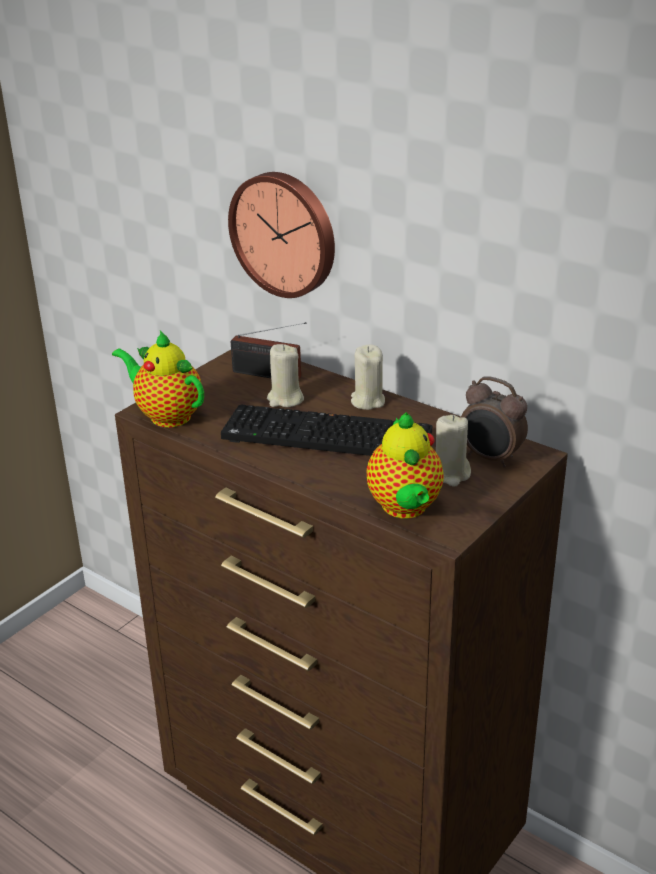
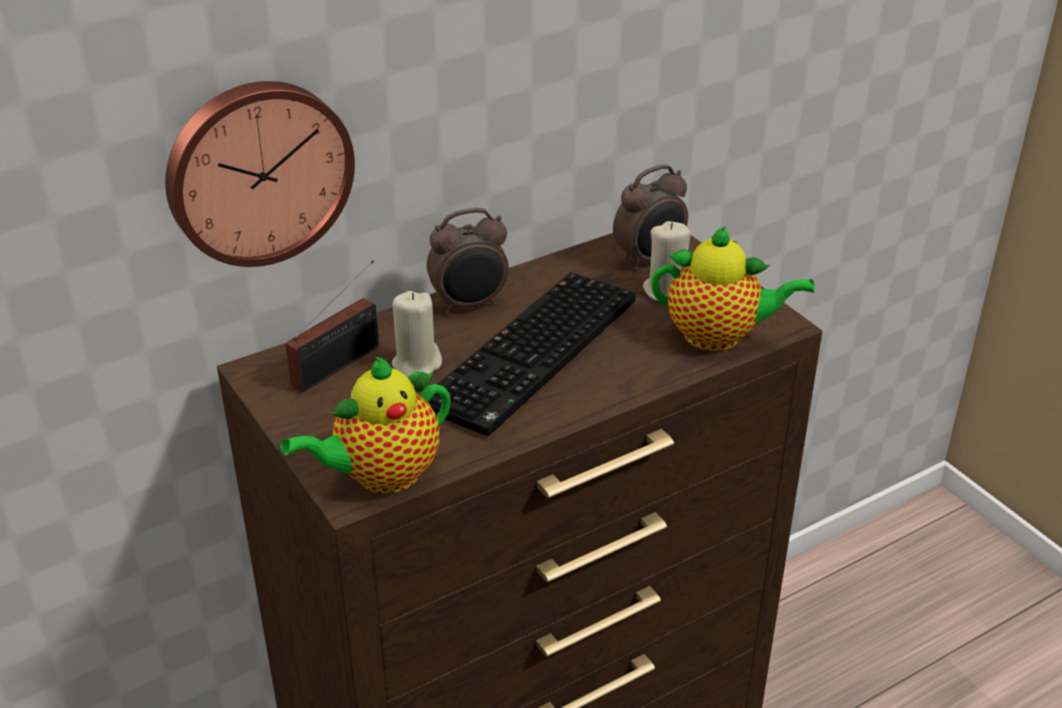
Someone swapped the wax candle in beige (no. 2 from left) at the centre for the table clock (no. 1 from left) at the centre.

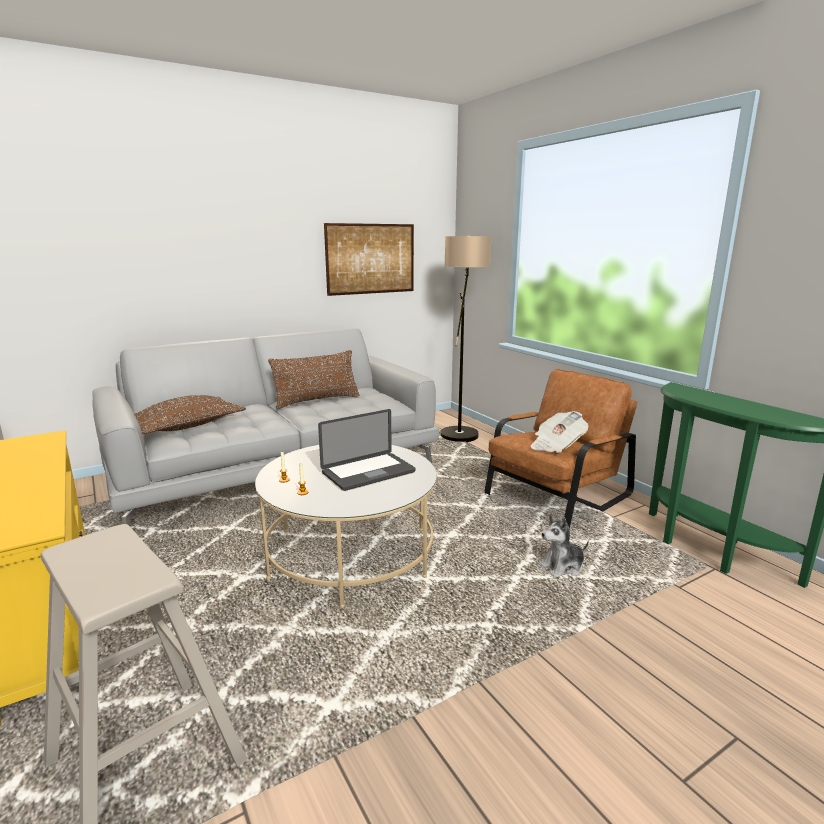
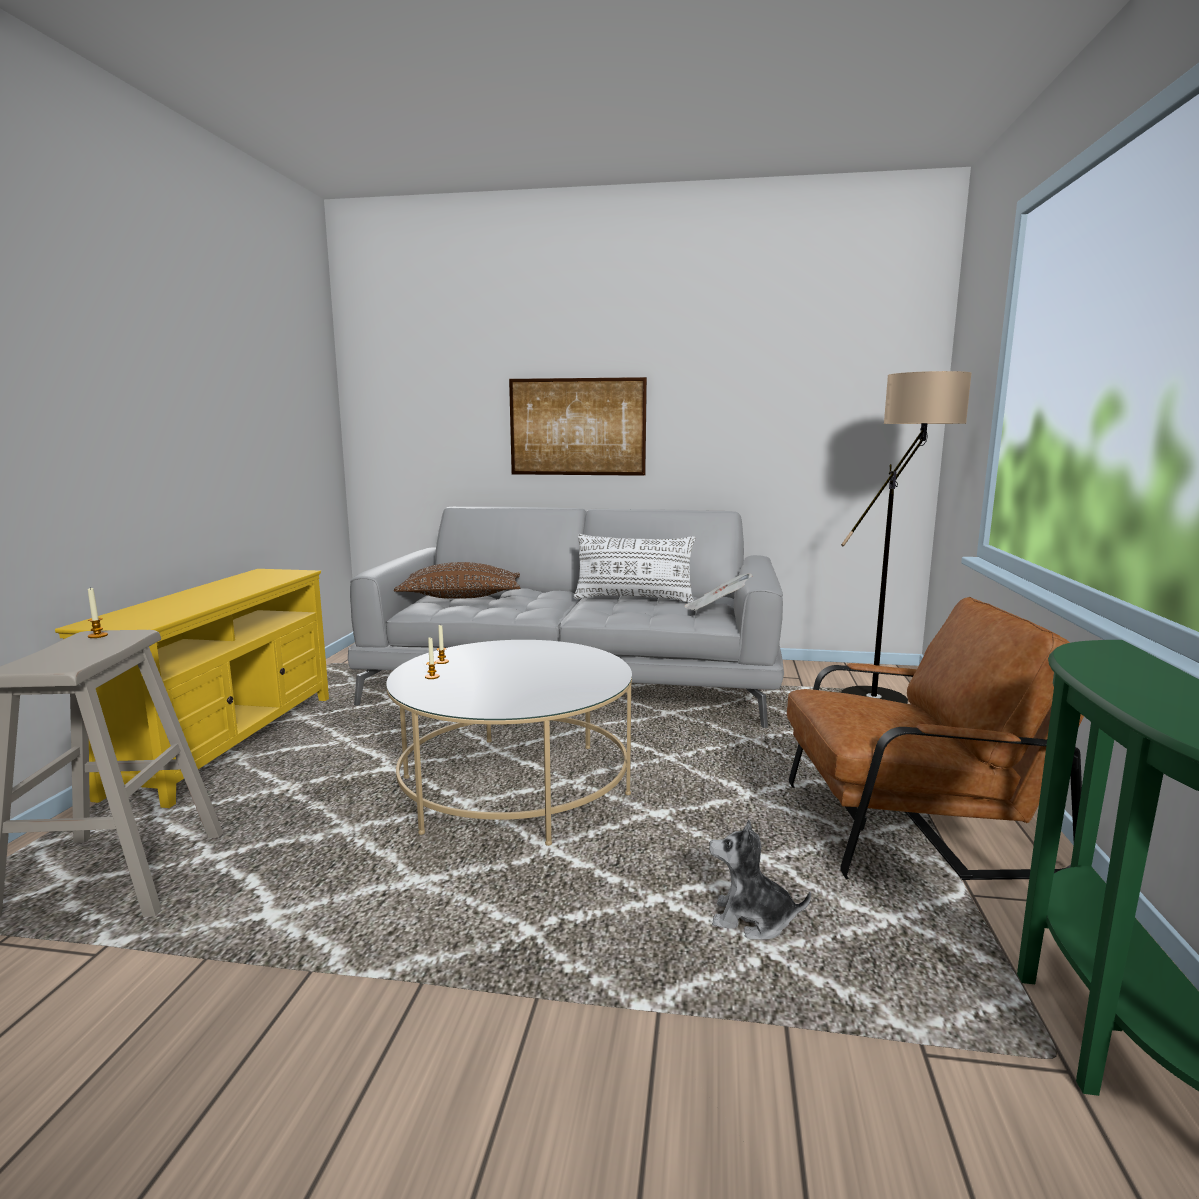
Someone took away the laptop at the centre. Someone put down the wax candle (no. 1 from left) at the middle left. Someone carried the picture from the top centre to the centre. Someone carried the newspaper from the middle right to the centre. Someone repainted the throw pillow in brown (no. 2 from left) at the centre, which became the throw pillow in white-coloured at the centre.

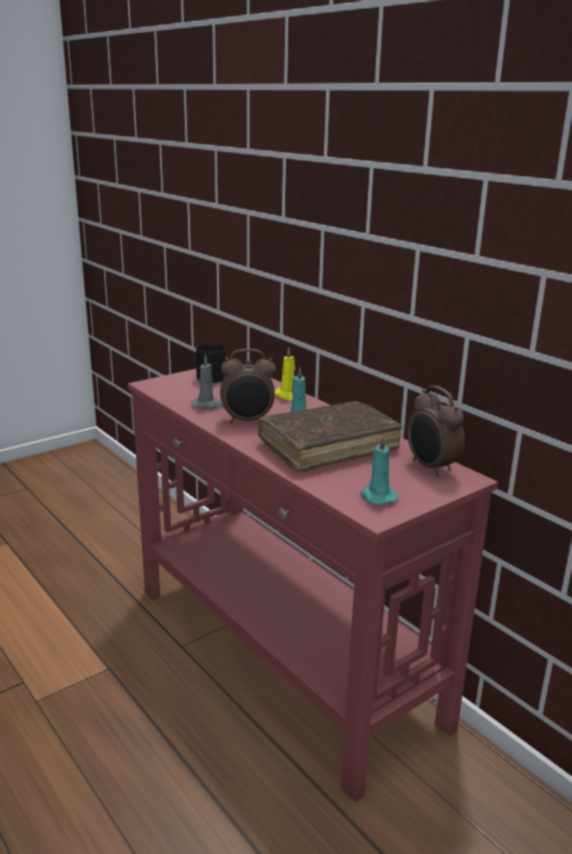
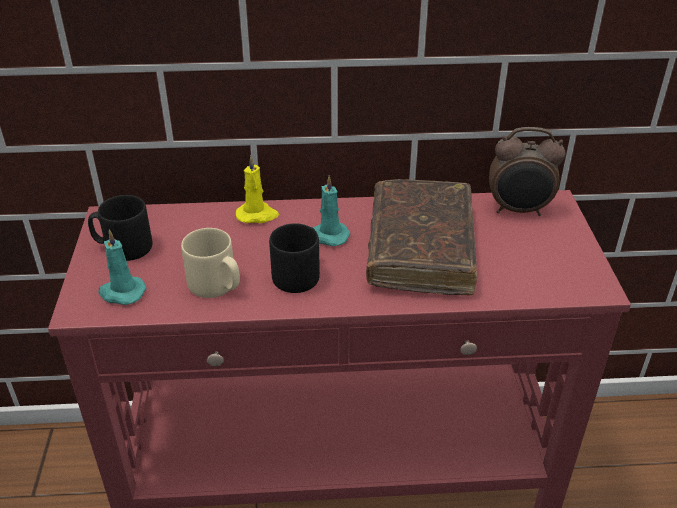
Someone carried the wax candle in blue-green (no. 2 from left in the first image) from the centre to the middle left. Someone swapped the wax candle in gray at the centre for the coffee mug in beige at the middle left. Someone swapped the table clock (no. 1 from left) at the centre for the coffee mug in blackish (no. 2 from left) at the centre.

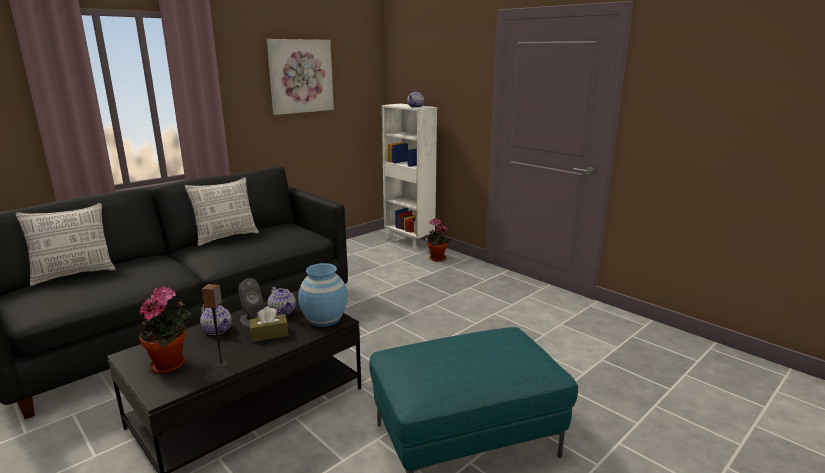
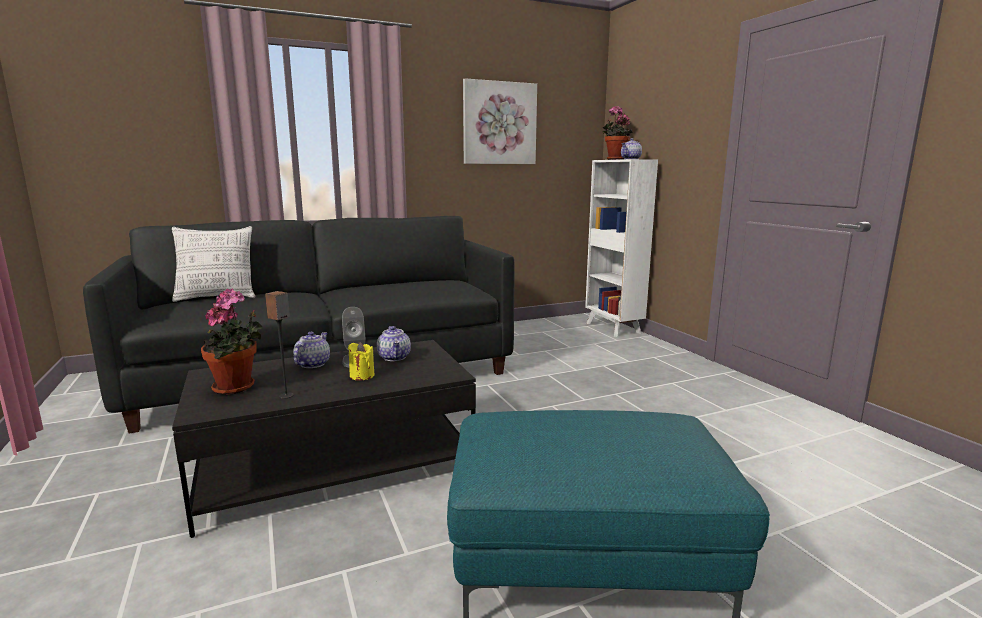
Someone took away the throw pillow (no. 2 from left) at the middle left. Someone took away the vase in blue-coloured at the centre. Someone carried the plant in a pot (no. 2 from left) from the centre to the top centre. Someone swapped the tissue holder in brown at the bottom left for the wax candle in yellowish at the centre. Someone rotated the pot for tea (no. 1 from left) at the bottom left by 135 degrees counterclockwise.

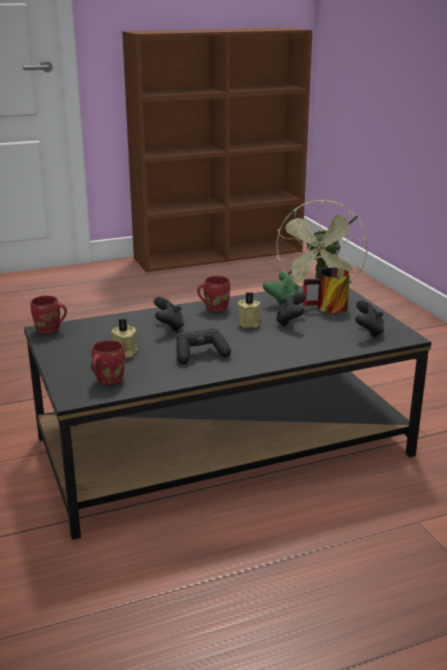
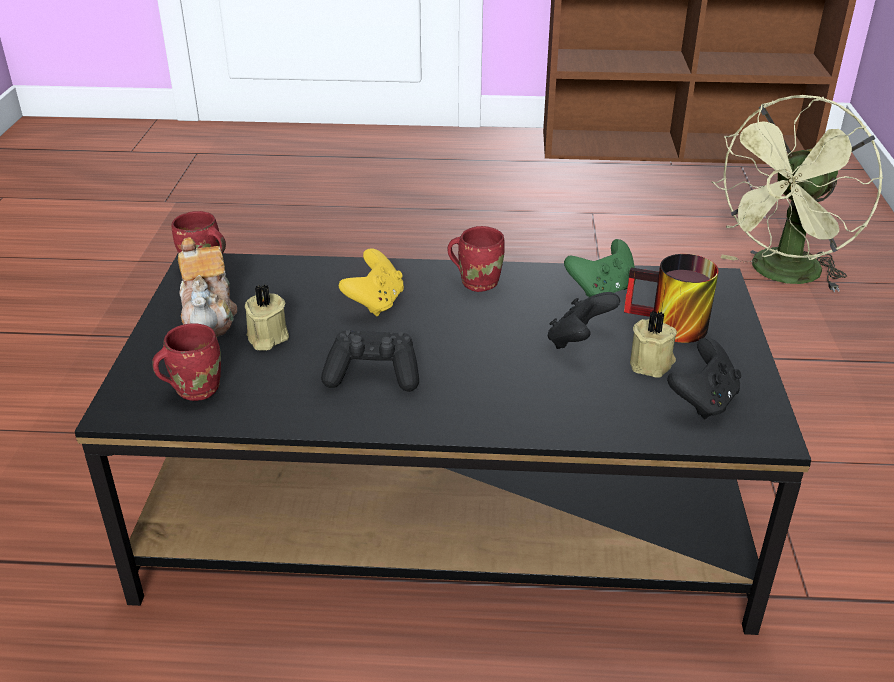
Someone put down the pot for tea at the middle left. Someone carried the wax candle in beige (no. 2 from left) from the centre to the middle right. Someone repainted the joypad in blackish (no. 1 from left) at the centre, which became the joypad in yellowish at the centre.

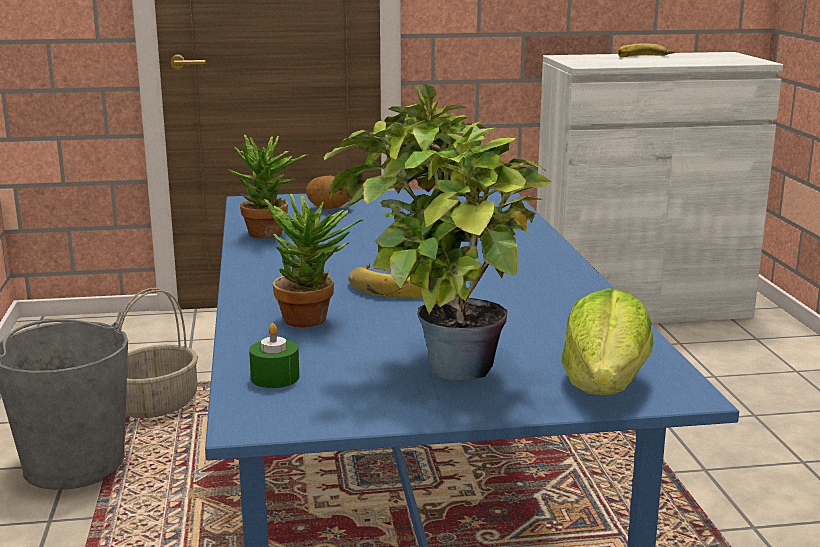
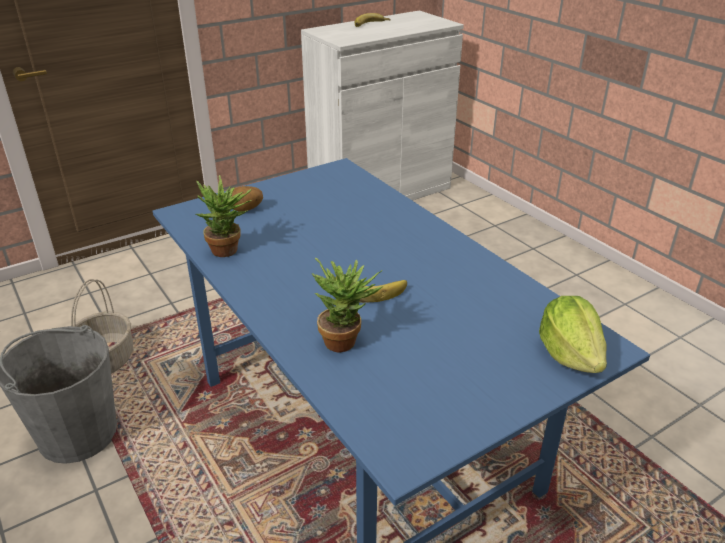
Someone took away the wax candle in green-coloured at the centre. Someone took away the plant in a pot (no. 3 from left) at the centre.

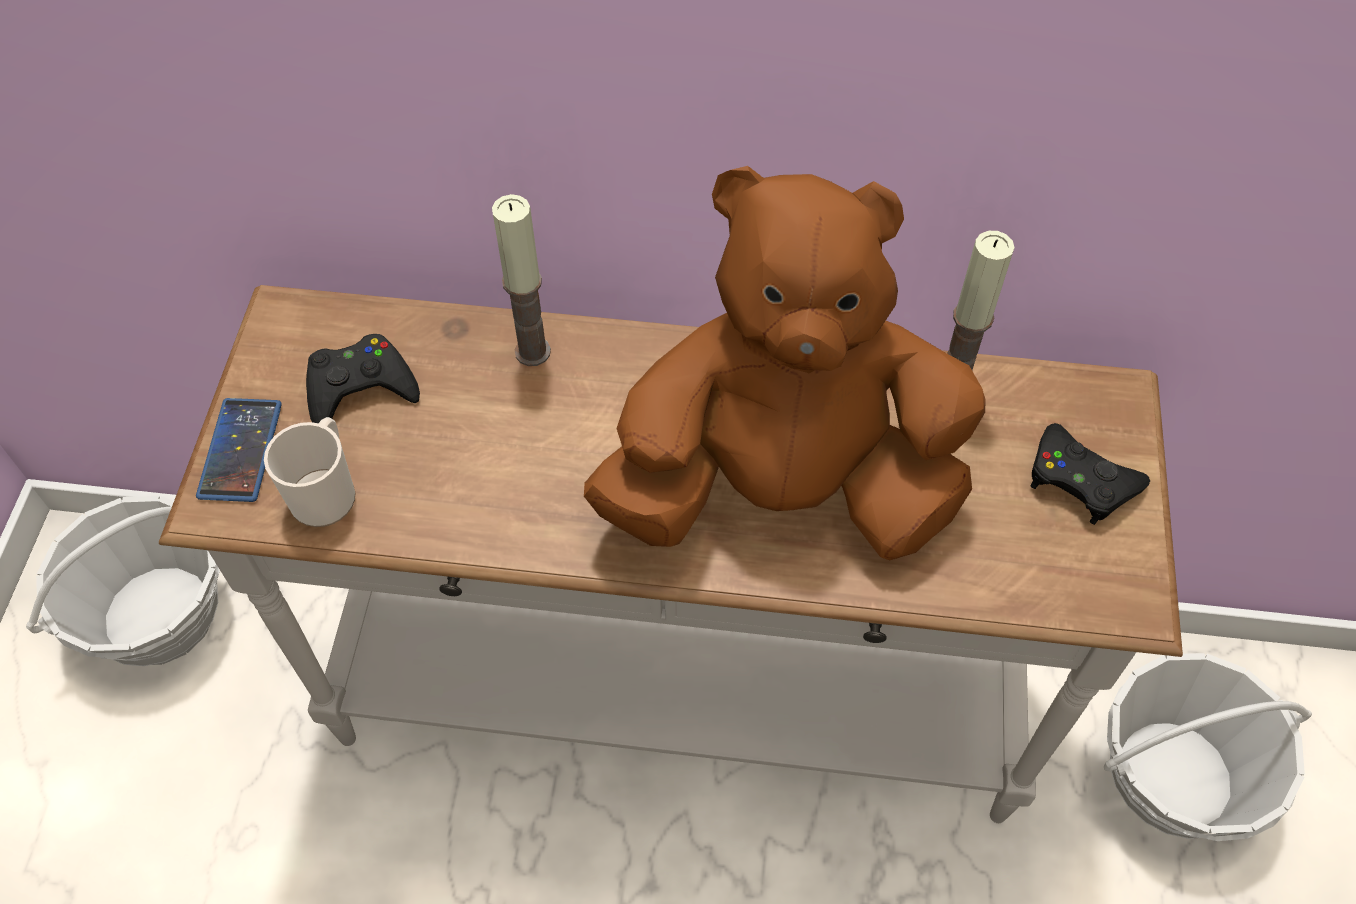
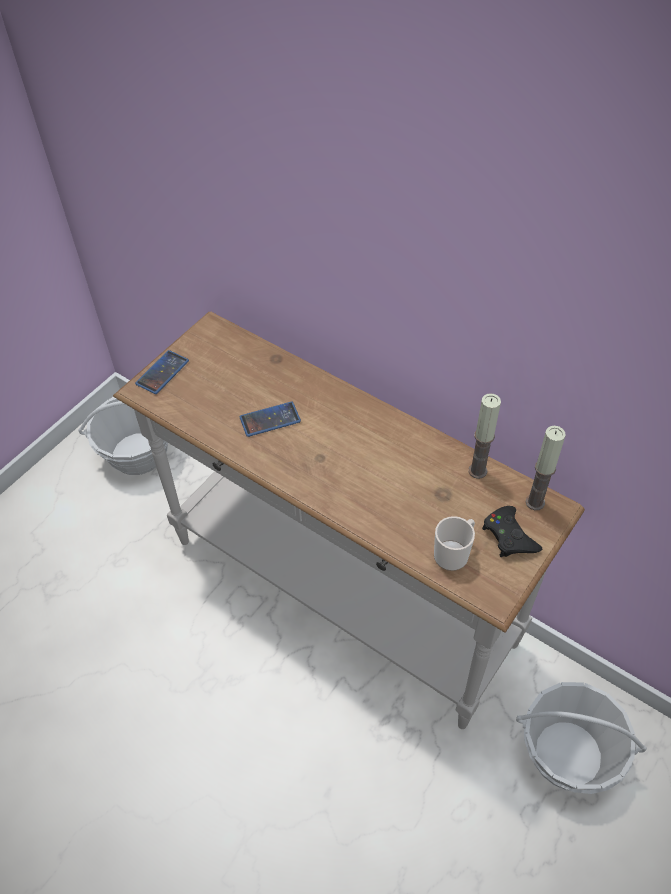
Someone took away the joypad in blackish (no. 1 from left) at the middle left. Someone took away the cuddly toy in brown at the centre. Someone put down the phone (no. 2 from left) at the centre. Someone carried the coffee mug from the middle left to the middle right. Someone carried the wax candle (no. 1 from left in the first image) from the top centre to the middle right.

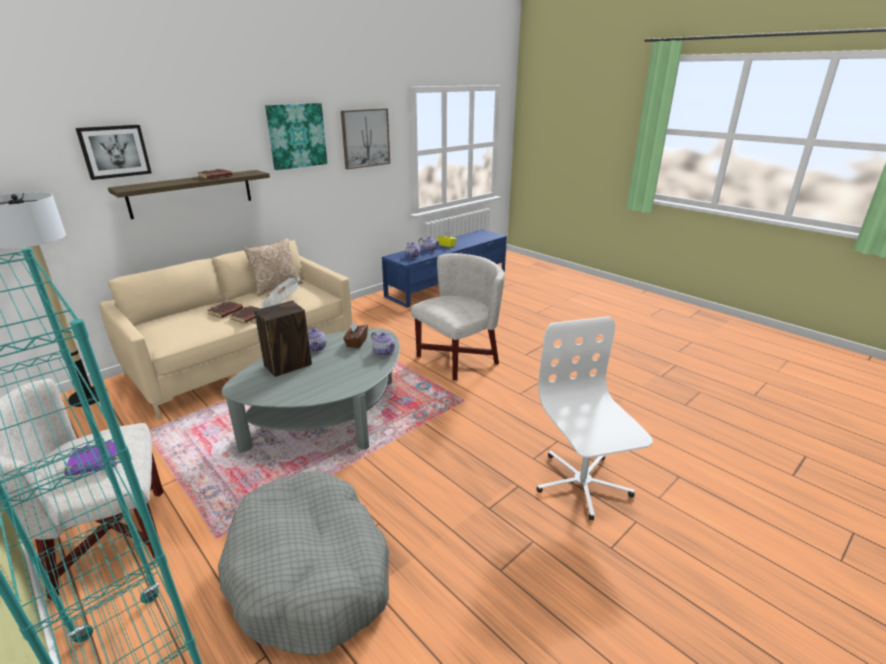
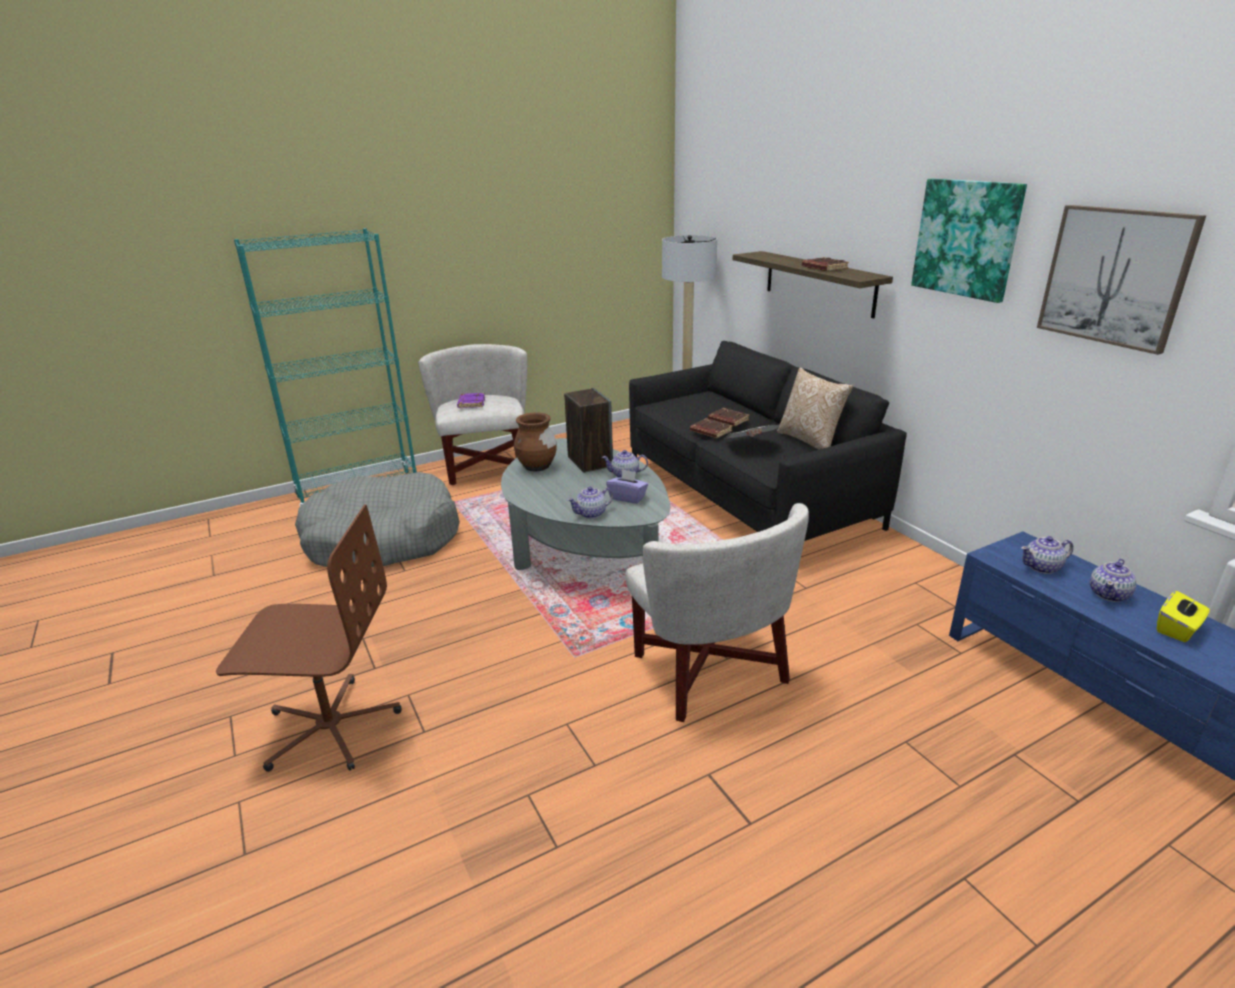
Someone took away the picture (no. 1 from left) at the top left. Someone put down the vase in brown at the centre. Someone repainted the settee in beige at the middle left, which became the settee in blackish at the centre. Someone repainted the tissue holder in brown at the centre, which became the tissue holder in purple-coloured at the centre. Someone repainted the computer chair in white-coloured at the middle right, which became the computer chair in brown at the middle left.

